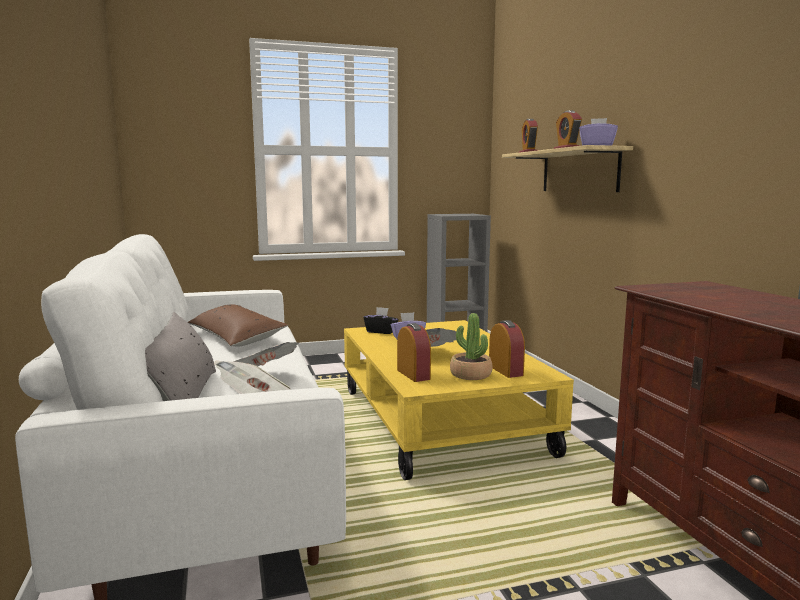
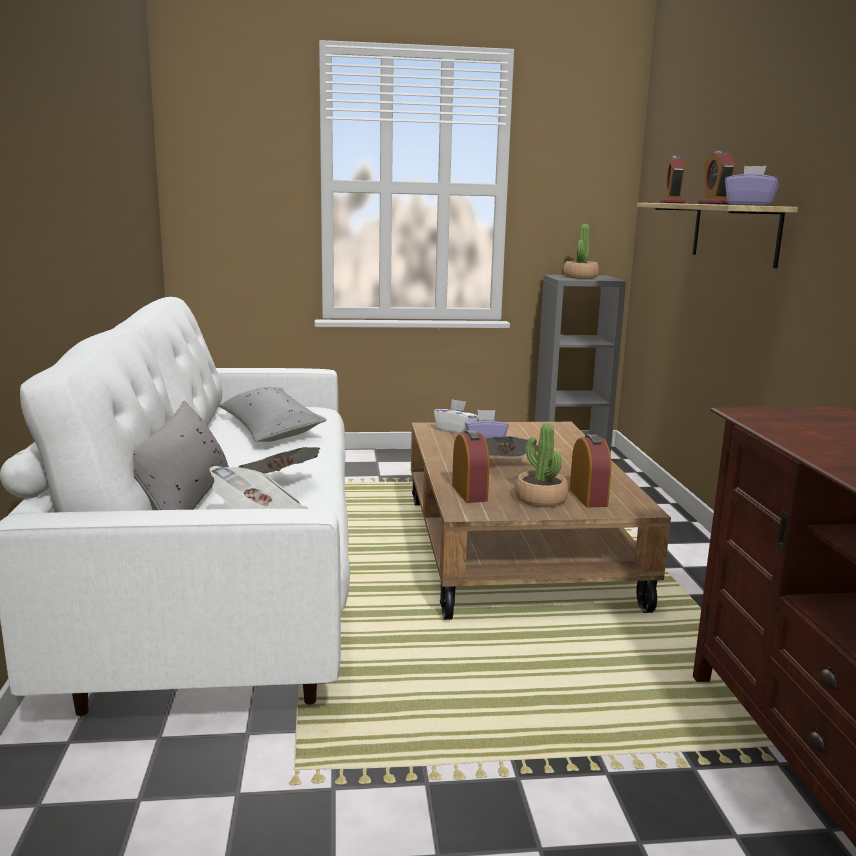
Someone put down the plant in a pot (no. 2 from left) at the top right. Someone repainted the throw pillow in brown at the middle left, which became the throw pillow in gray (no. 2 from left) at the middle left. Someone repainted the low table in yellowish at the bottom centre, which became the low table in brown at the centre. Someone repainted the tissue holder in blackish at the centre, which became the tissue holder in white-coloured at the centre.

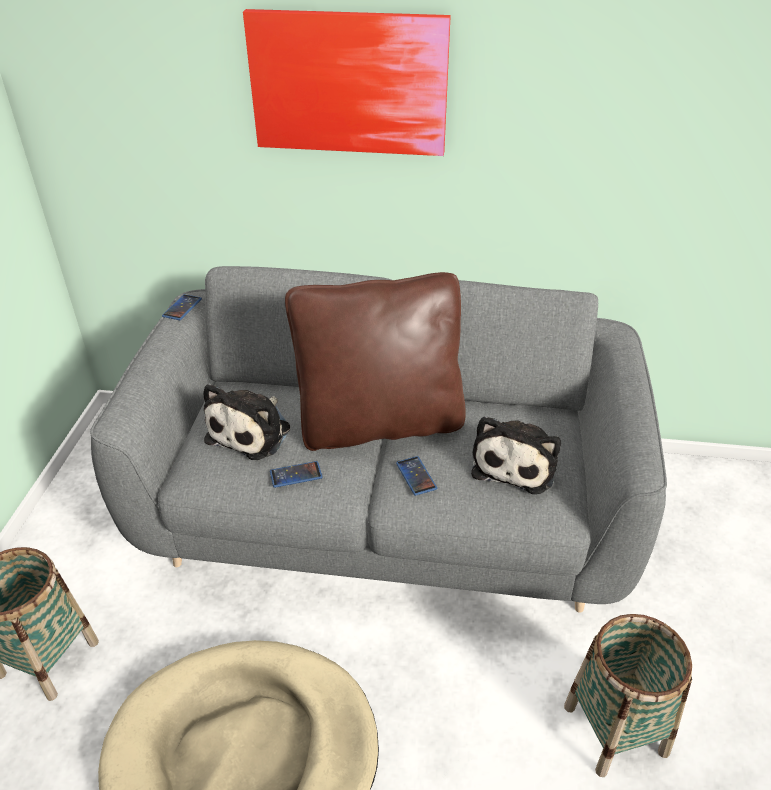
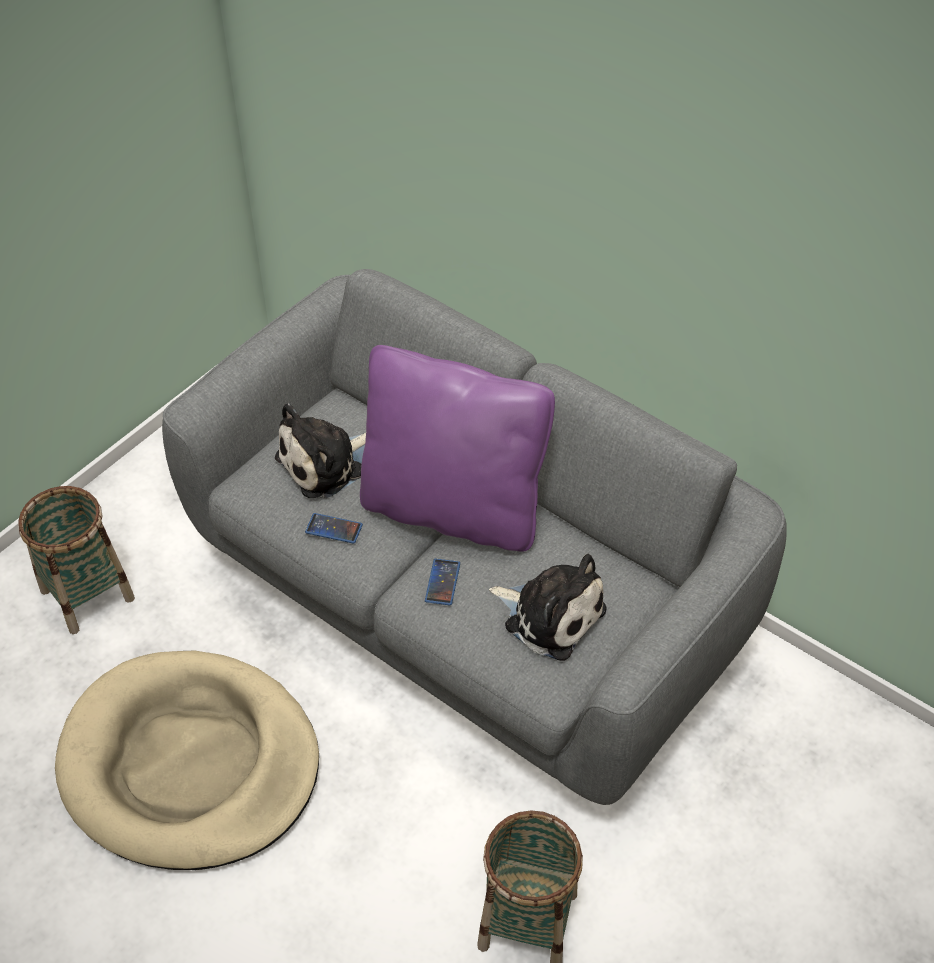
Someone took away the phone (no. 1 from left) at the middle left. Someone took away the picture at the top centre. Someone repainted the throw pillow in brown at the centre, which became the throw pillow in purple-coloured at the centre. Someone rotated the cuddly toy (no. 2 from left) at the middle right by 105 degrees counterclockwise.

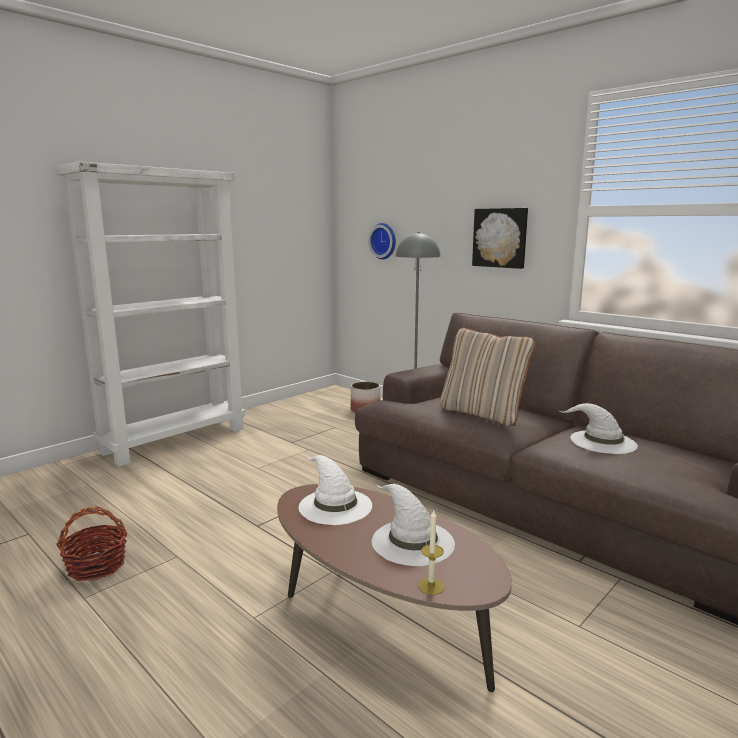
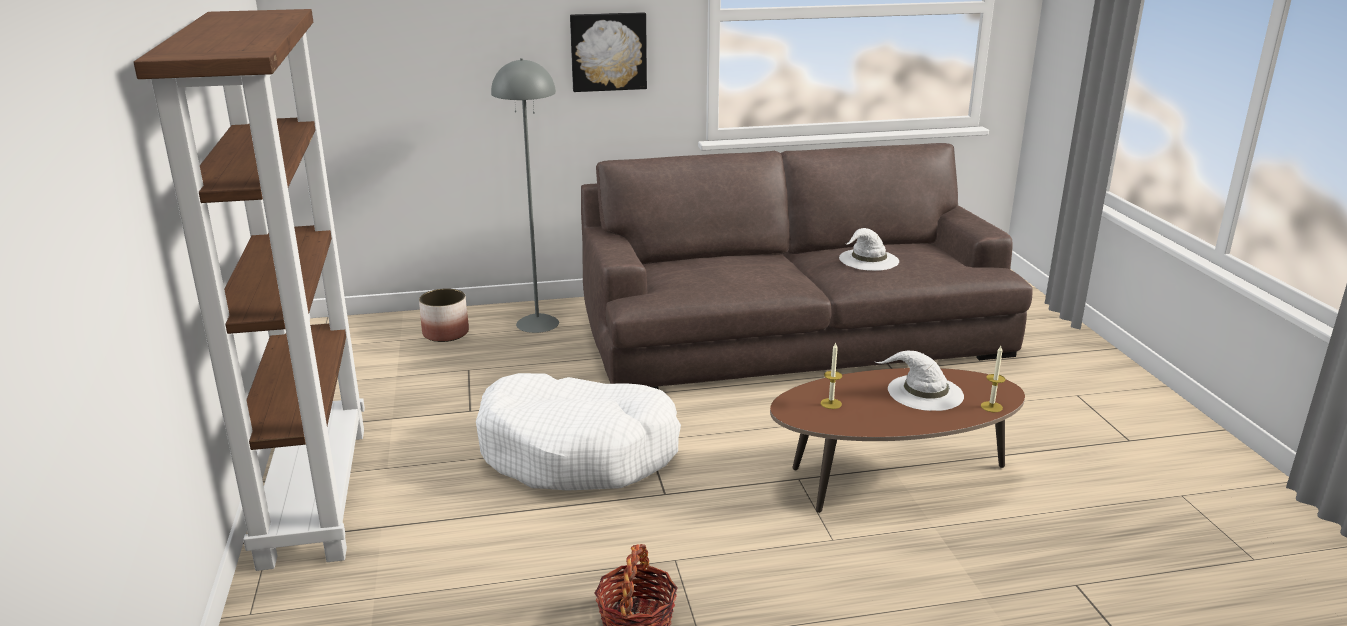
Someone took away the hanging clock at the top centre. Someone took away the throw pillow in beige at the centre. Someone put down the pet bed in white-coloured at the bottom centre. Someone swapped the clothing hat in white-coloured (no. 1 from left) at the centre for the wax candle (no. 1 from left) at the centre. Someone repainted the bookshelf in white-coloured at the middle left, which became the bookshelf in brown at the middle left.

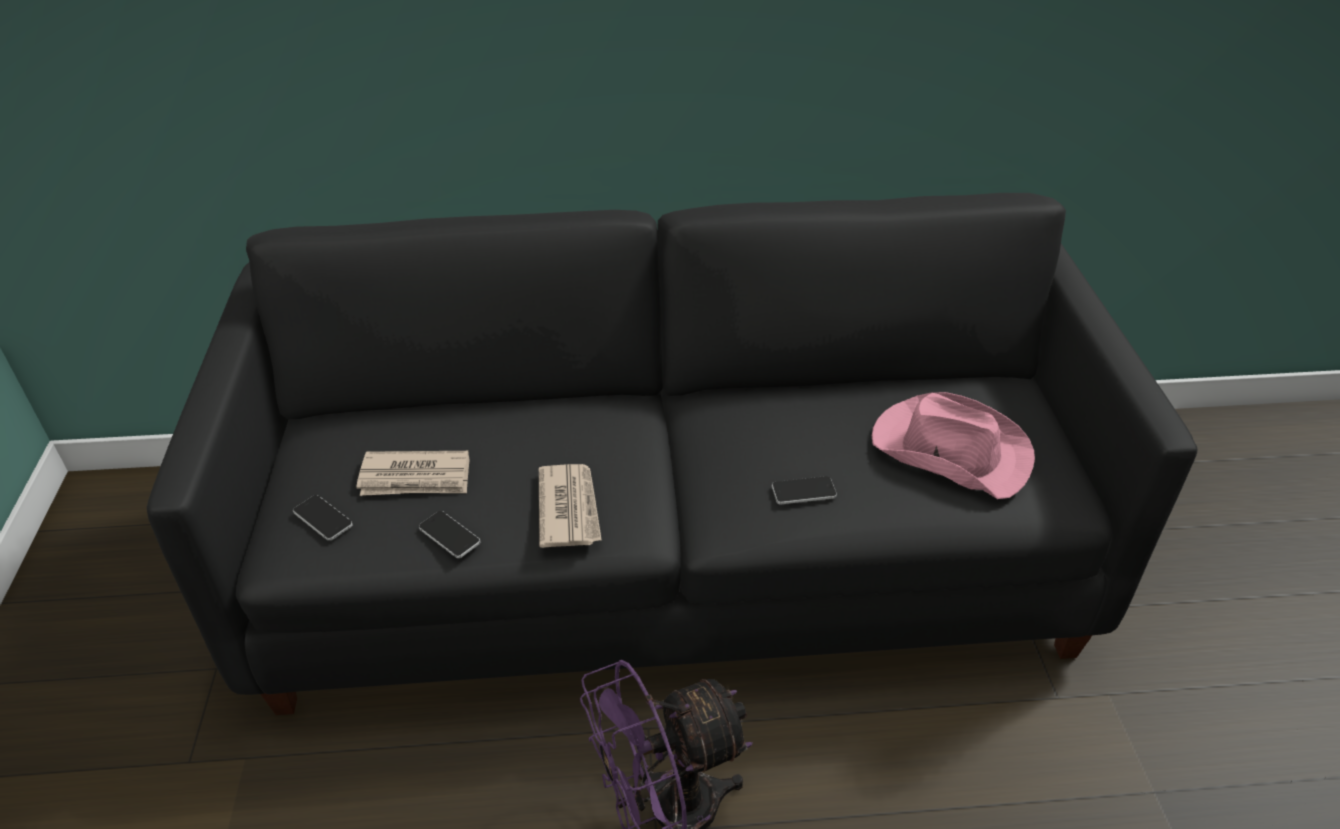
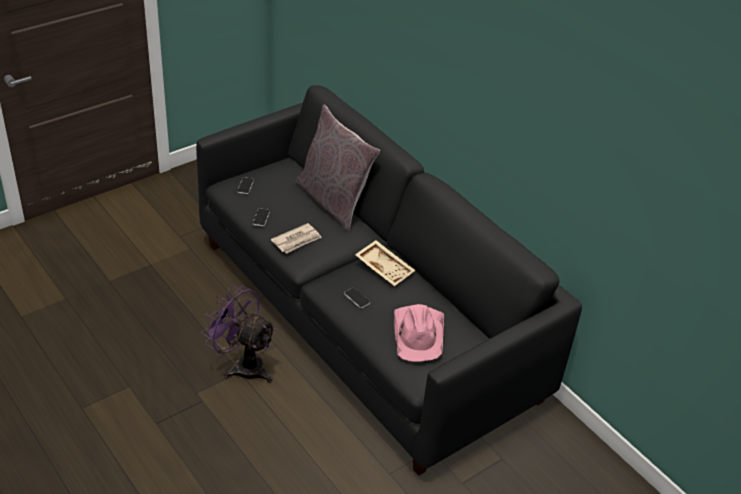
Someone took away the newspaper (no. 1 from left) at the middle left. Someone put down the throw pillow in gray at the centre. Someone put down the serving tray in beige at the centre.

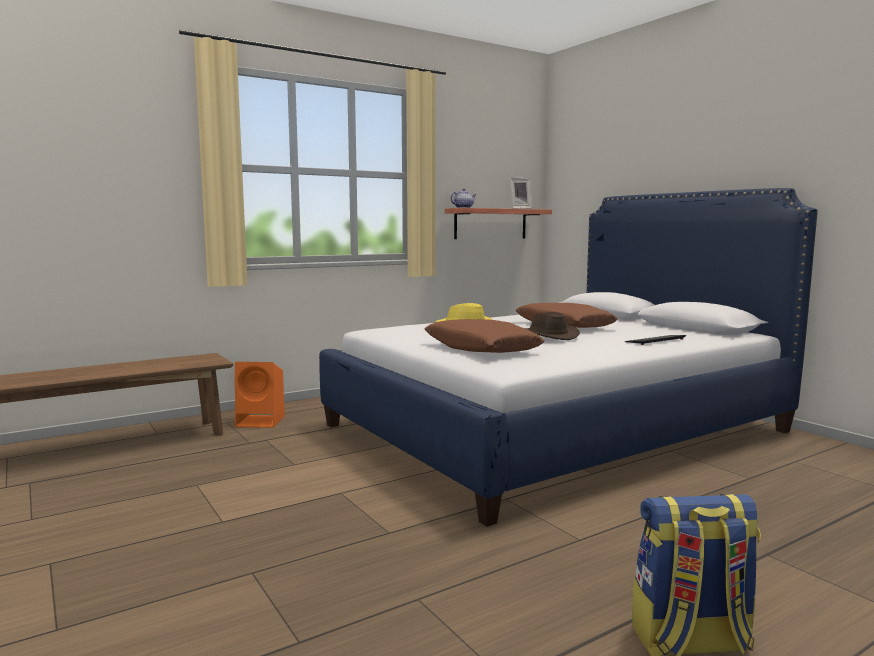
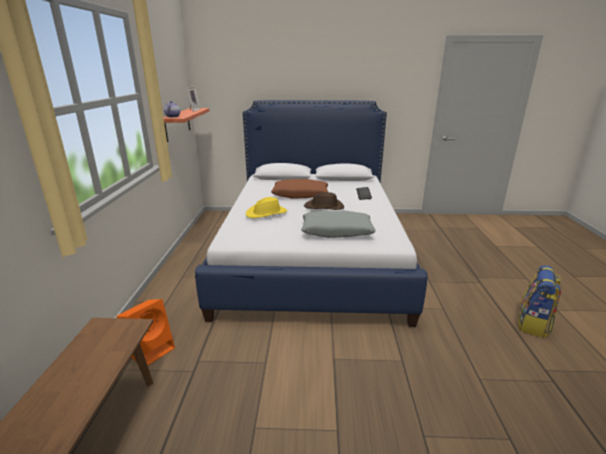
Someone repainted the throw pillow in brown (no. 1 from left) at the centre, which became the throw pillow in gray at the centre.

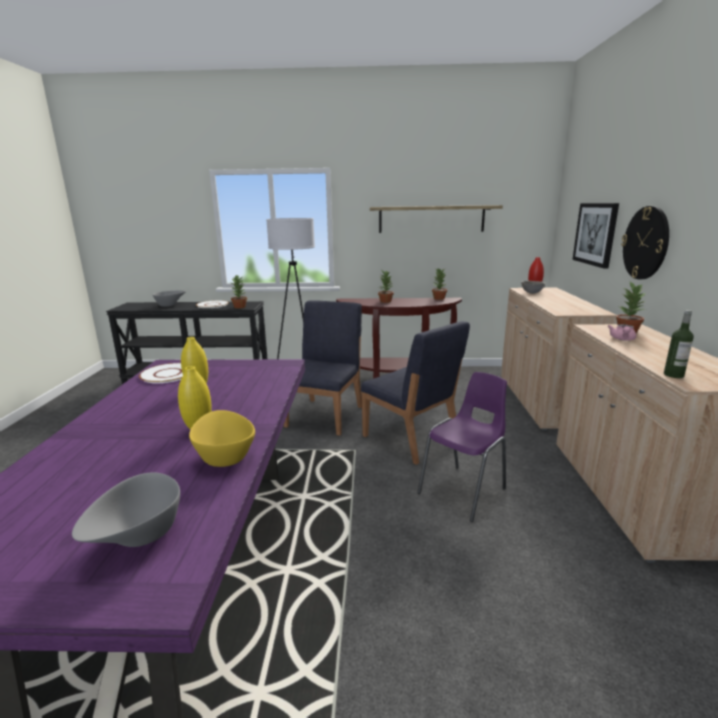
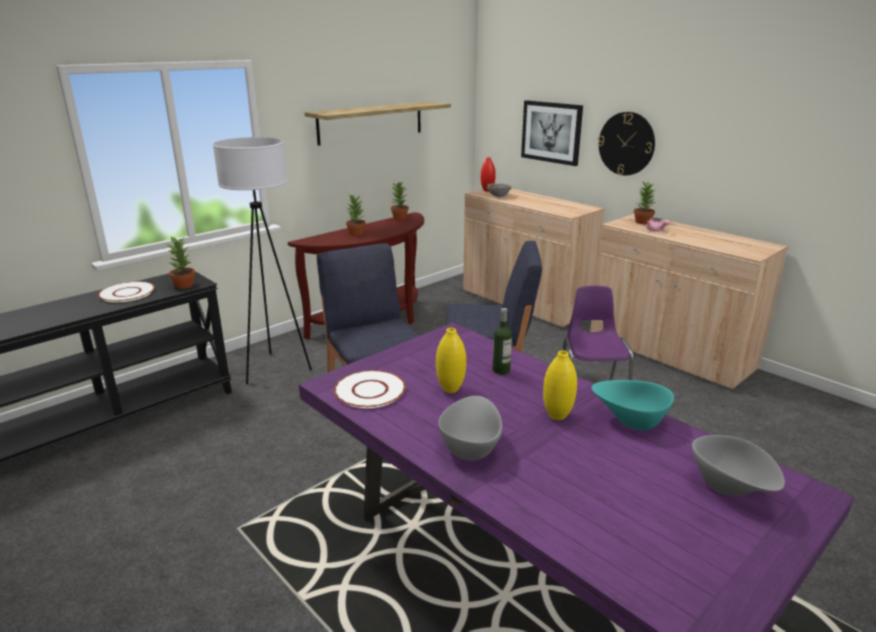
Someone carried the deep dish in gray (no. 2 from left in the first image) from the middle left to the bottom centre. Someone carried the drink bottle from the middle right to the centre. Someone repainted the deep dish in yellowish at the middle left, which became the deep dish in blue-green at the middle right.

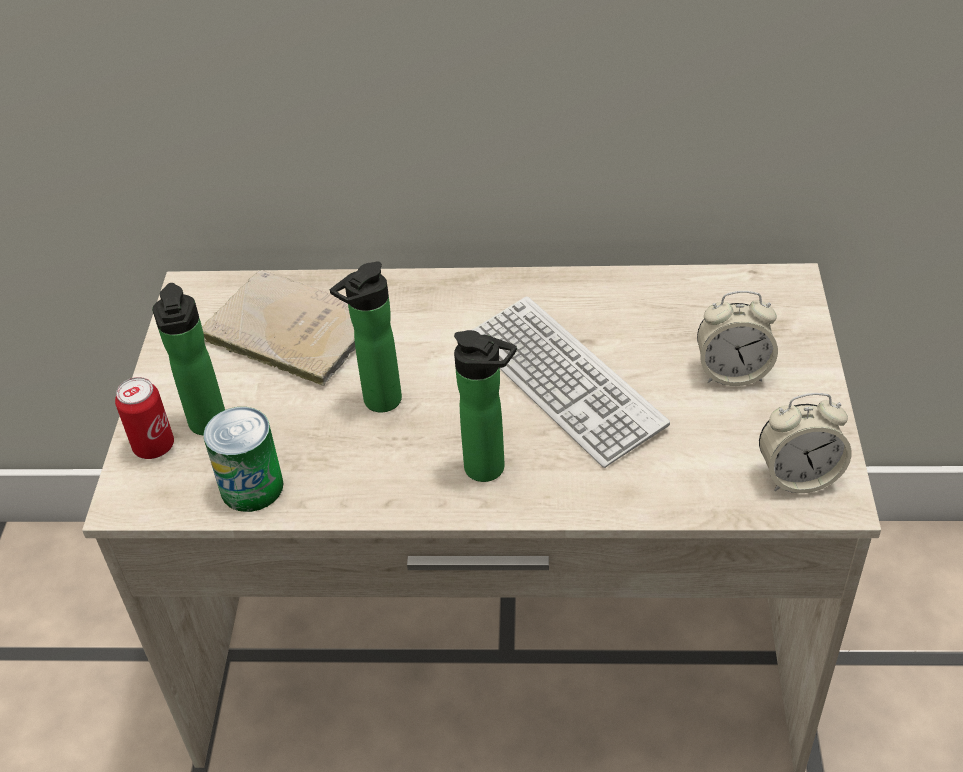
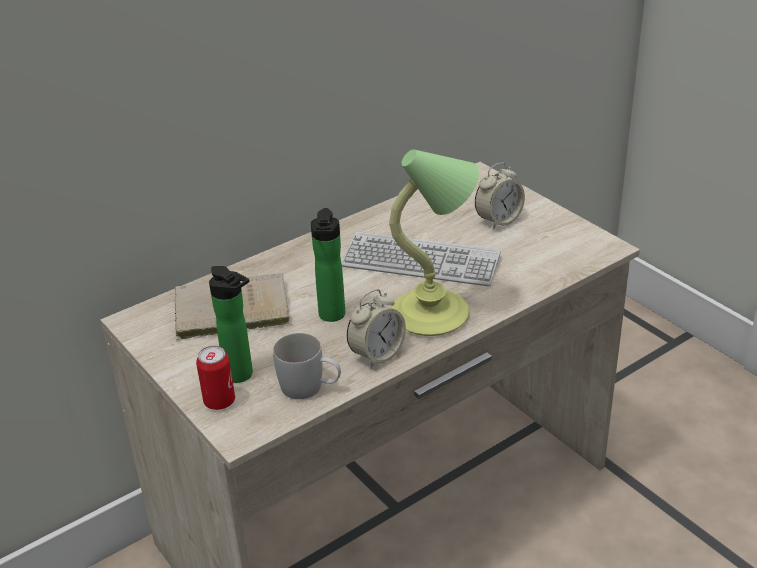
Someone carried the table clock (no. 2 from left in the first image) from the middle right to the centre. Someone swapped the sealed can (no. 2 from left) at the middle left for the coffee mug in white-coloured at the centre. Someone swapped the drink bottle (no. 3 from left) at the centre for the tabletop lamp at the centre.

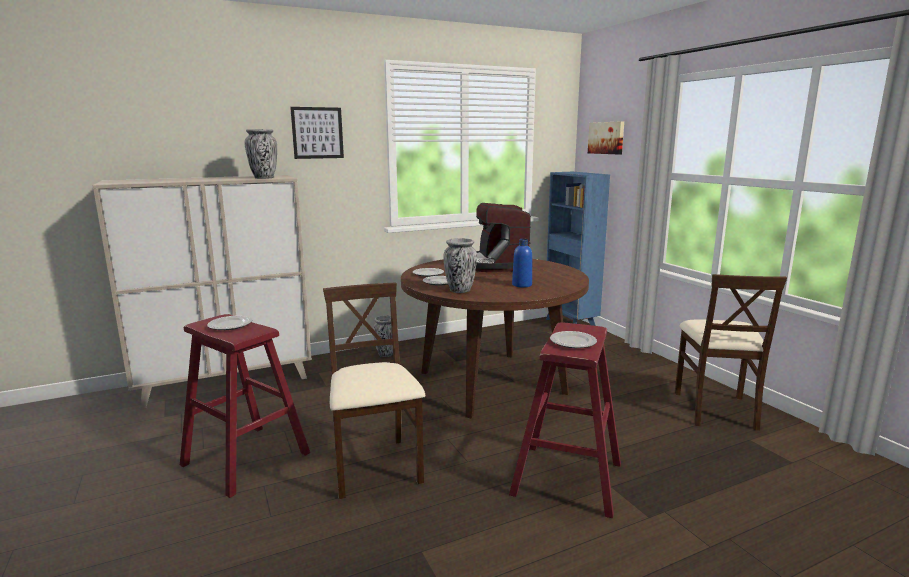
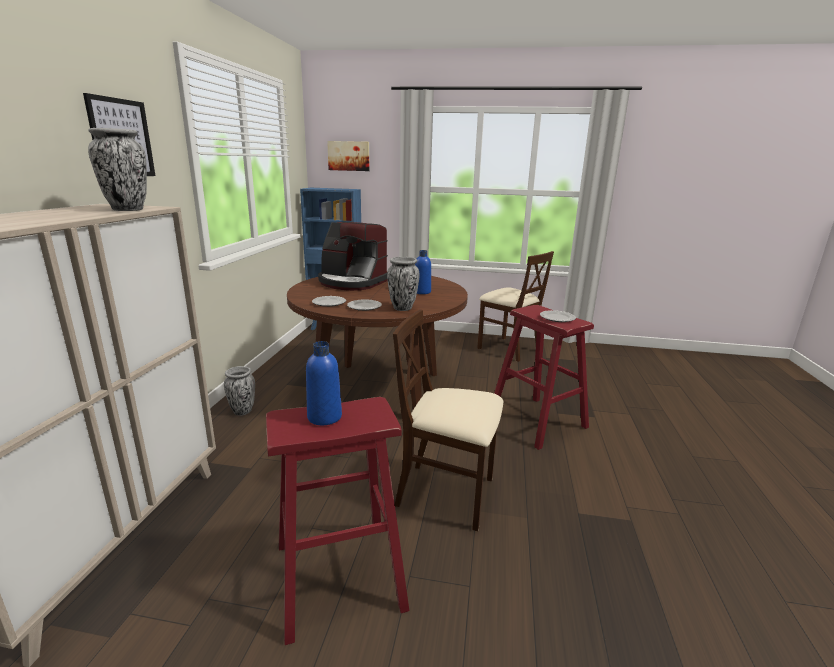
Someone swapped the dinner plate (no. 1 from left) at the middle left for the drink bottle in blue-coloured (no. 1 from left) at the centre.

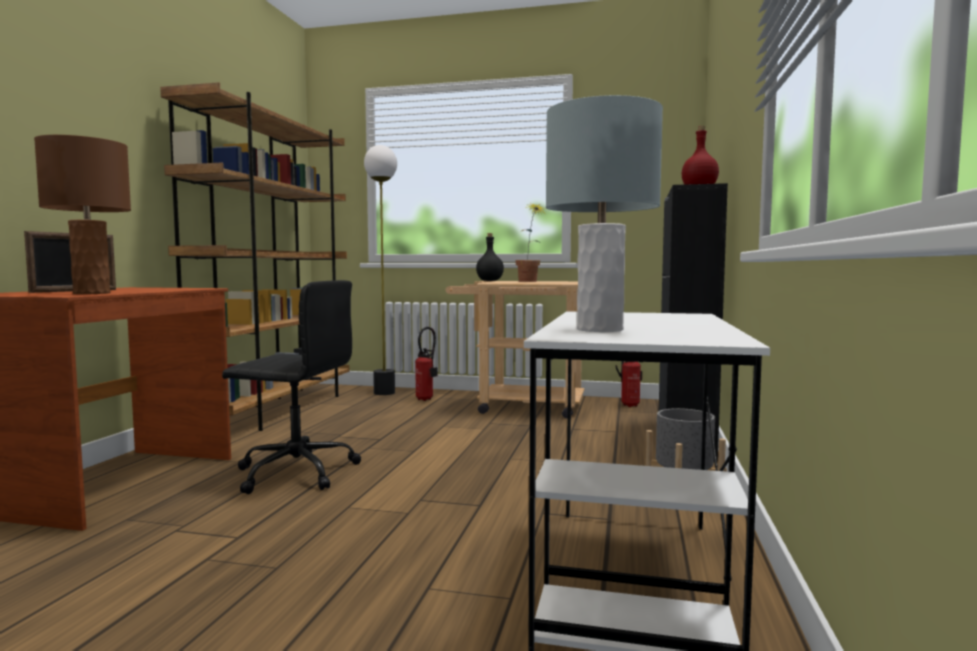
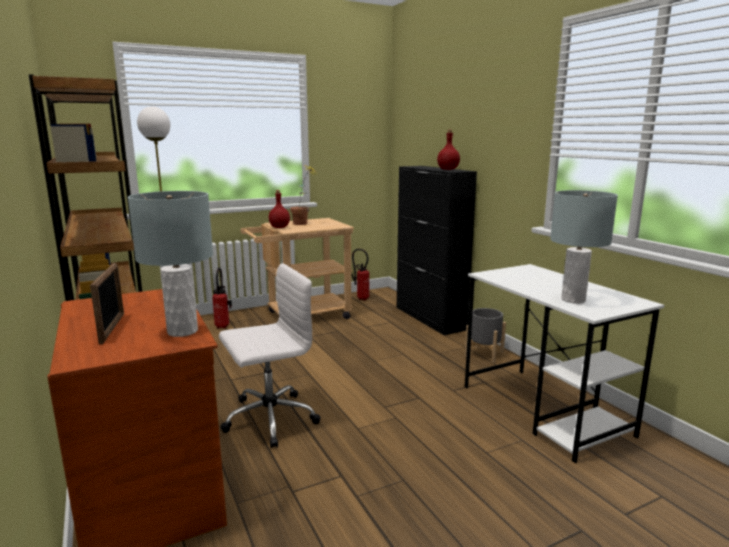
Someone repainted the tabletop lamp in brown at the top left, which became the tabletop lamp in gray (no. 1 from left) at the middle left. Someone repainted the computer chair in blackish at the middle left, which became the computer chair in white-coloured at the centre. Someone repainted the drink bottle in blackish at the centre, which became the drink bottle in red-coloured (no. 1 from left) at the centre.

